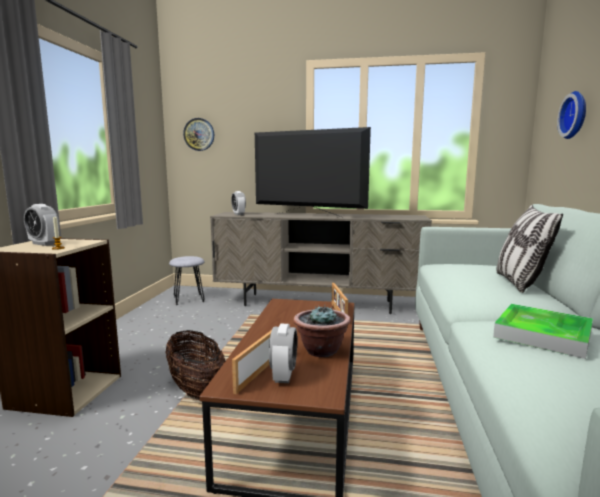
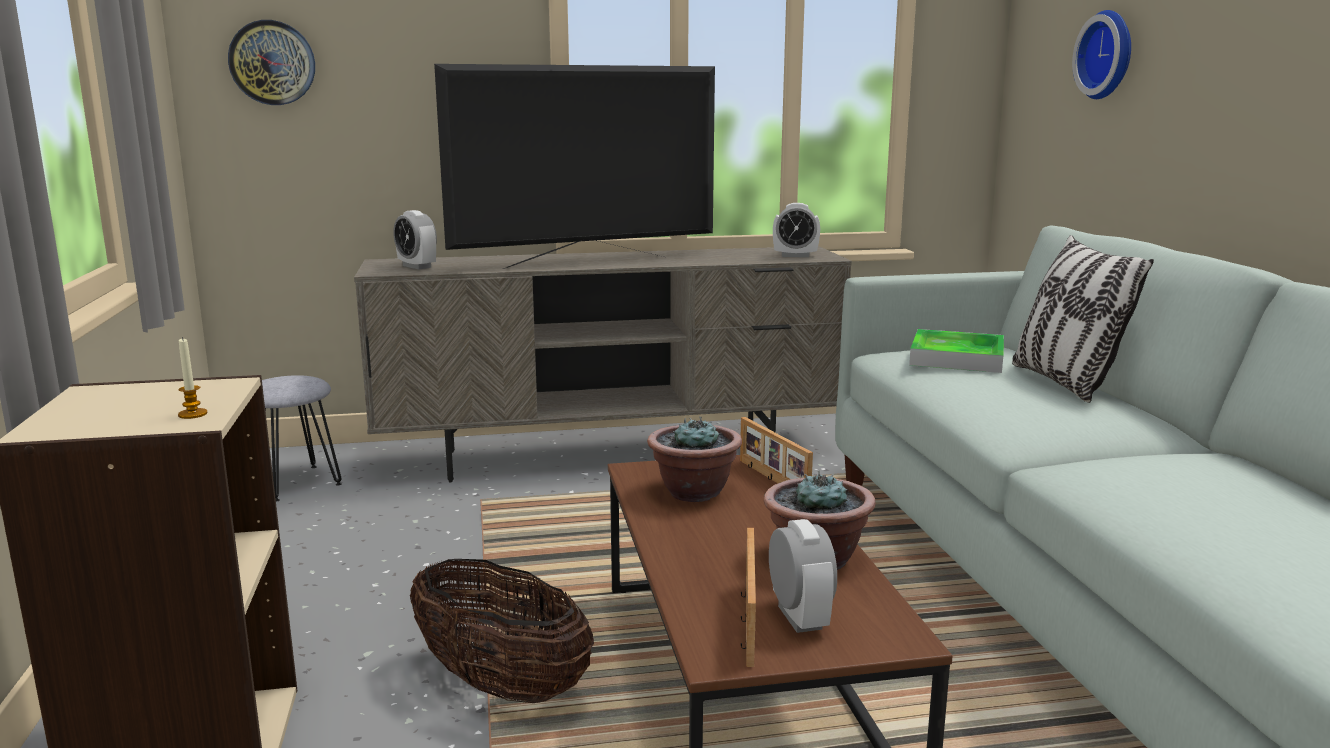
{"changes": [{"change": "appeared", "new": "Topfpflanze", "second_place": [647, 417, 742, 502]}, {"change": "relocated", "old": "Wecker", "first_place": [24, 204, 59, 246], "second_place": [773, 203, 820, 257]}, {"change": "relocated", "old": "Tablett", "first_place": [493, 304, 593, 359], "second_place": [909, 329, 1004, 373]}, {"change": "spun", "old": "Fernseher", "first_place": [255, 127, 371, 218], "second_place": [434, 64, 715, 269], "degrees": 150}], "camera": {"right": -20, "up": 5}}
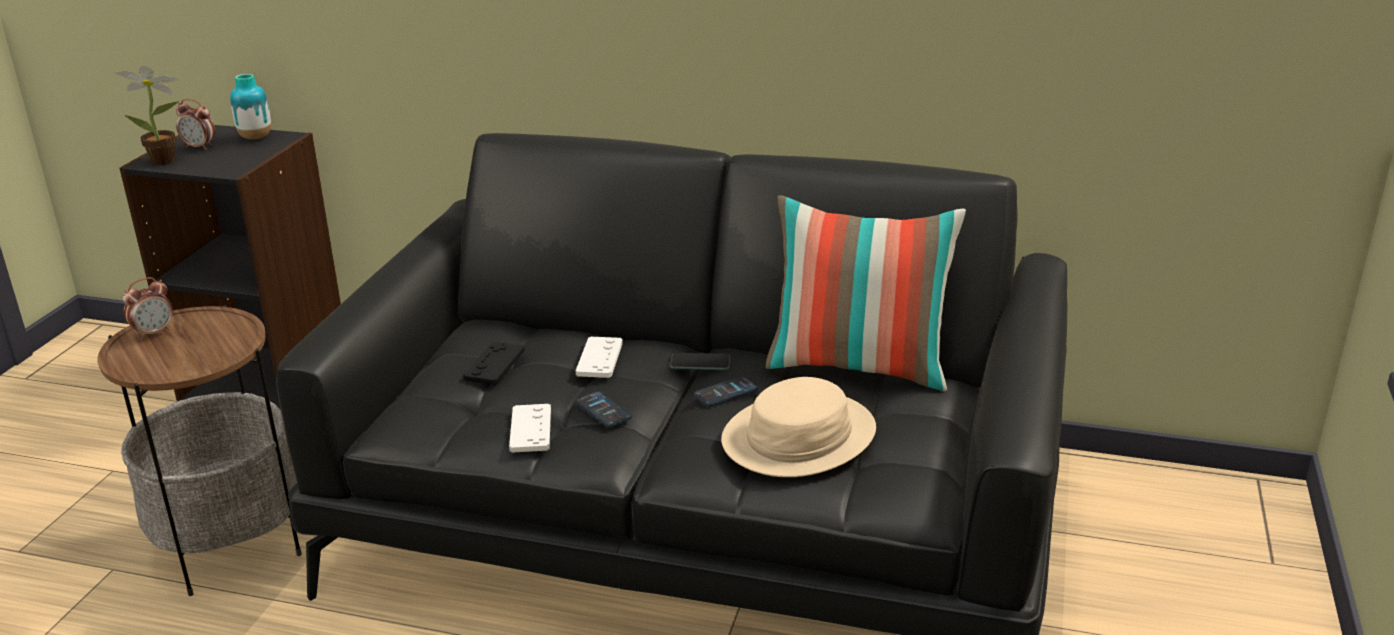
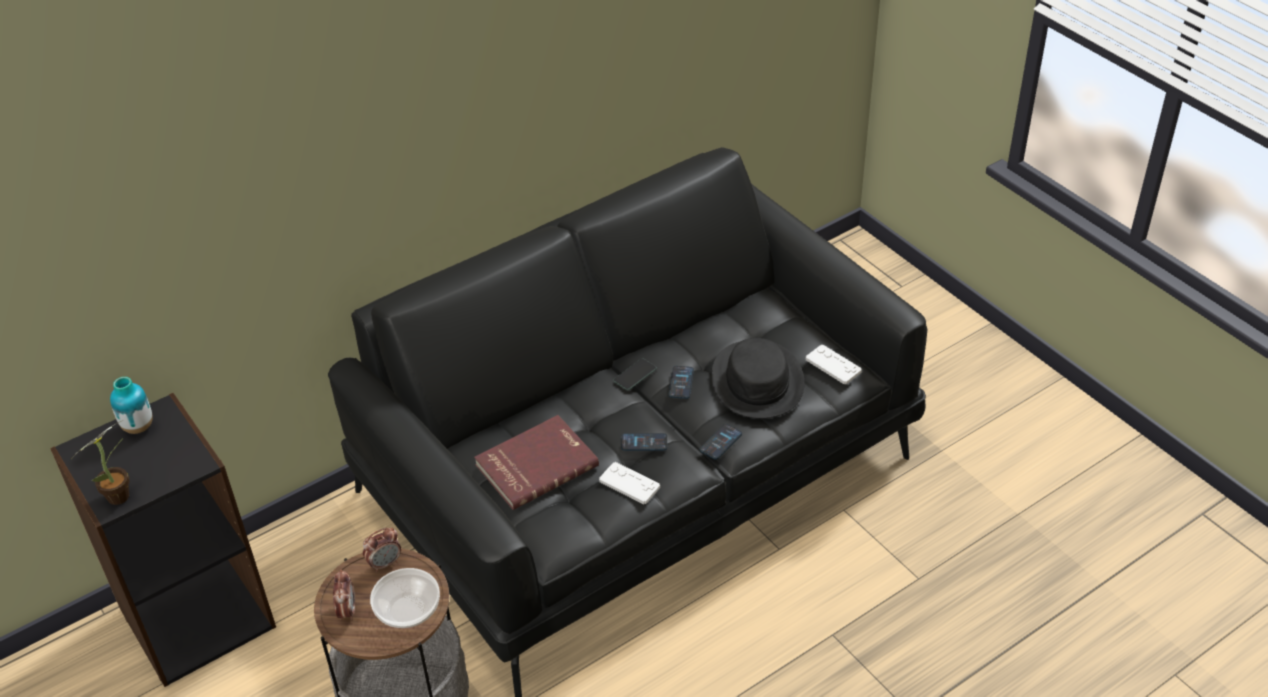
{"changes": [{"change": "missing", "old": "Kissen", "first_place": [766, 195, 966, 391]}, {"change": "appeared", "new": "Schüssel", "second_place": [370, 568, 440, 628]}, {"change": "appeared", "new": "Handy", "second_place": [700, 424, 742, 459]}, {"change": "relocated", "old": "Wecker", "first_place": [176, 99, 215, 150], "second_place": [363, 528, 401, 572]}, {"change": "relocated", "old": "Gamepad/weiß", "first_place": [576, 337, 623, 378], "second_place": [806, 345, 862, 384]}, {"change": "exchanged", "old": "Gamepad/schwarz", "new": "Buch/rot", "first_place": [463, 341, 525, 385], "second_place": [474, 415, 599, 510]}, {"change": "colour", "old": "Hut/beige", "new": "Hut/schwarz", "first_place": [721, 377, 876, 477], "second_place": [711, 338, 805, 419]}], "camera": {"right": -50, "up": 15}}
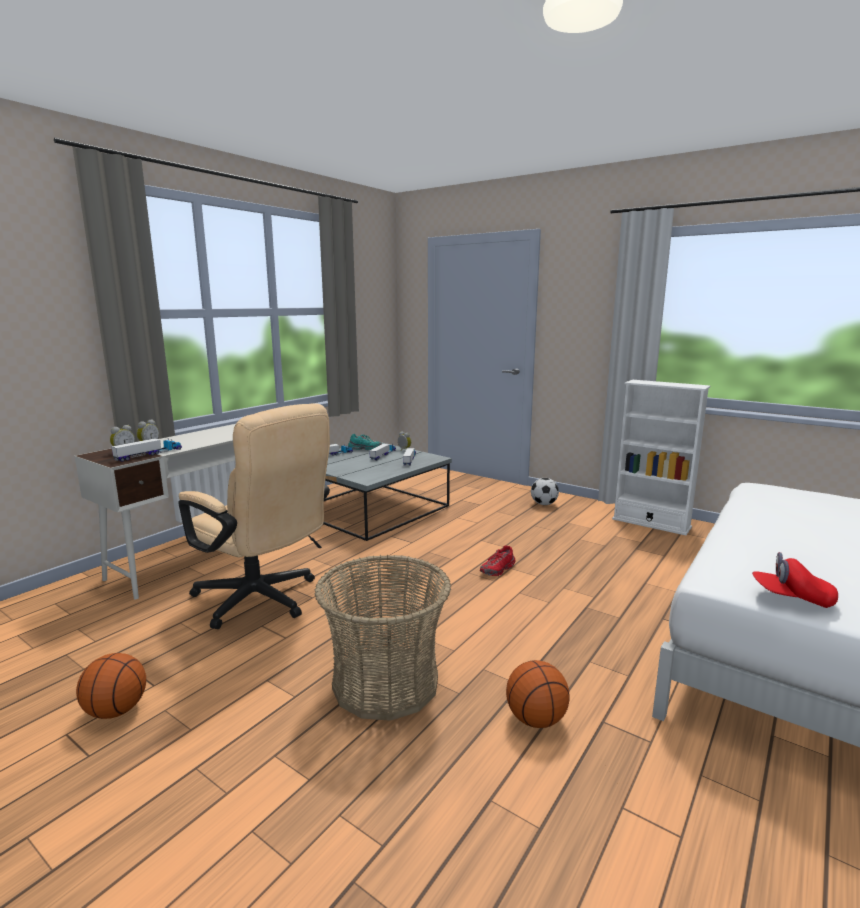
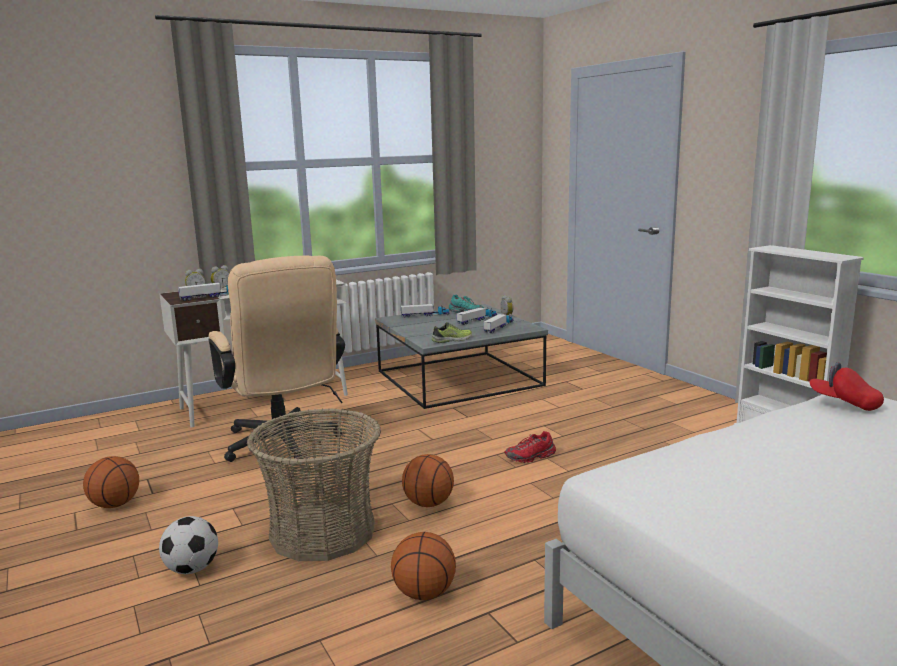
{"changes": [{"change": "appeared", "new": "Basketball", "second_place": [402, 454, 454, 507]}, {"change": "appeared", "new": "Schuh", "second_place": [432, 322, 472, 343]}, {"change": "relocated", "old": "Fußball", "first_place": [531, 478, 559, 505], "second_place": [159, 516, 218, 574]}, {"change": "relocated", "old": "Kappe/rot", "first_place": [752, 552, 838, 608], "second_place": [809, 362, 884, 411]}], "camera": {"right": 25, "up": 0}}
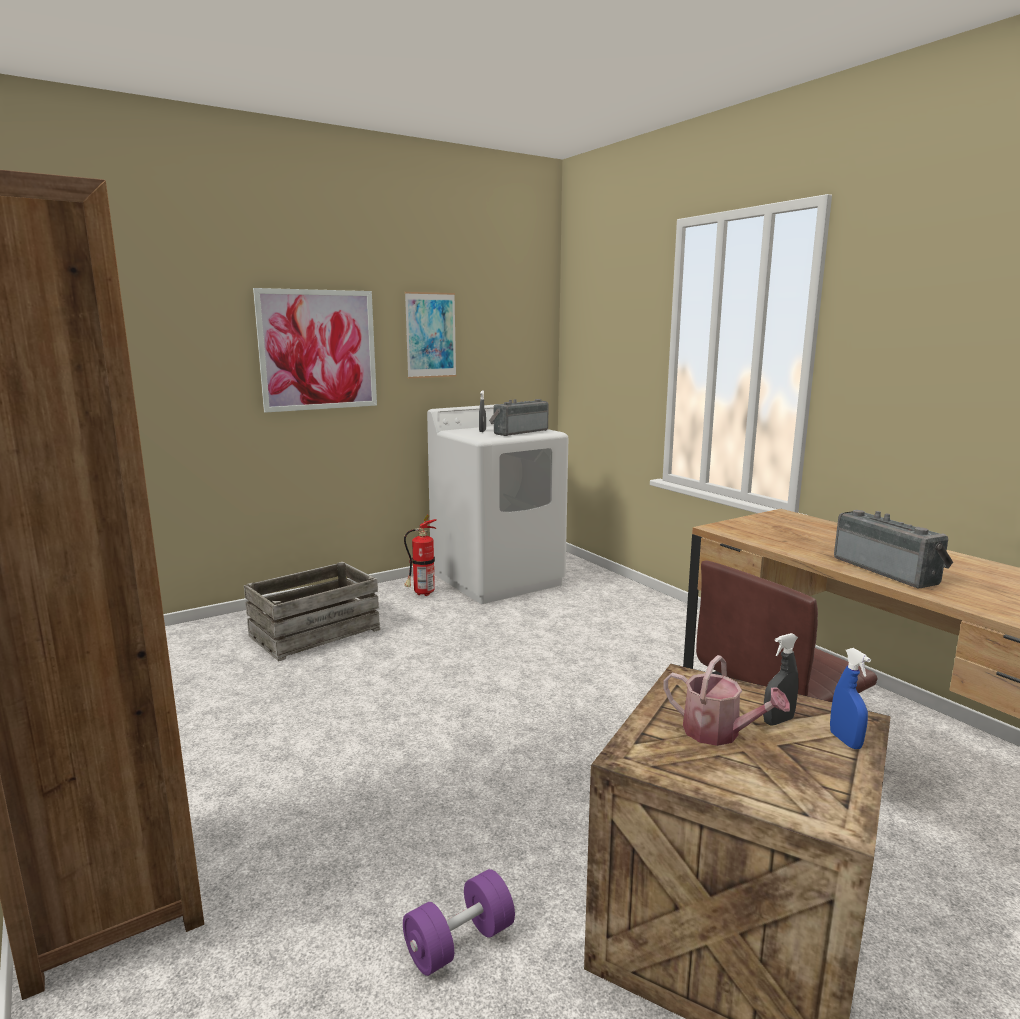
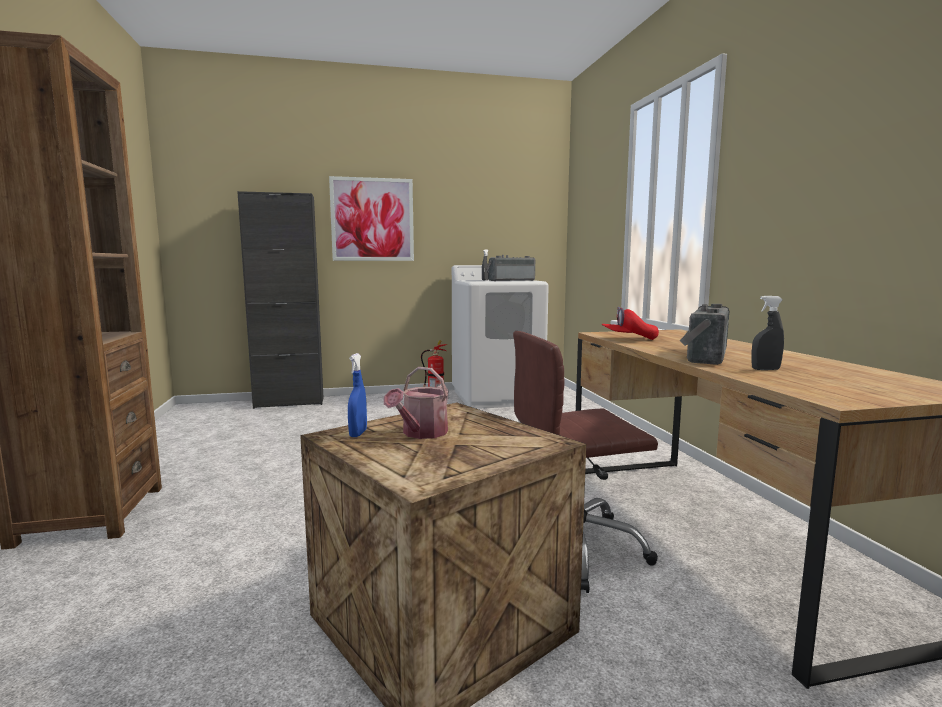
{"changes": [{"change": "missing", "old": "Kiste", "first_place": [244, 562, 381, 661]}, {"change": "missing", "old": "Hantel/lila", "first_place": [403, 869, 515, 976]}, {"change": "missing", "old": "Bild", "first_place": [405, 292, 457, 378]}, {"change": "appeared", "new": "Schrank/schwarz", "second_place": [237, 191, 324, 409]}, {"change": "appeared", "new": "Kappe/rot", "second_place": [602, 307, 659, 340]}, {"change": "relocated", "old": "Sprühflasche/grau", "first_place": [763, 633, 799, 725], "second_place": [752, 296, 784, 370]}, {"change": "relocated", "old": "Sprühflasche/blau", "first_place": [830, 648, 871, 749], "second_place": [348, 353, 367, 437]}, {"change": "spun", "old": "Gießkanne", "first_place": [663, 655, 790, 746], "second_place": [384, 367, 448, 439], "degrees": 60}, {"change": "spun", "old": "Radio", "first_place": [834, 510, 953, 588], "second_place": [680, 304, 729, 365], "degrees": -150}], "camera": {"right": 20, "up": -5}}
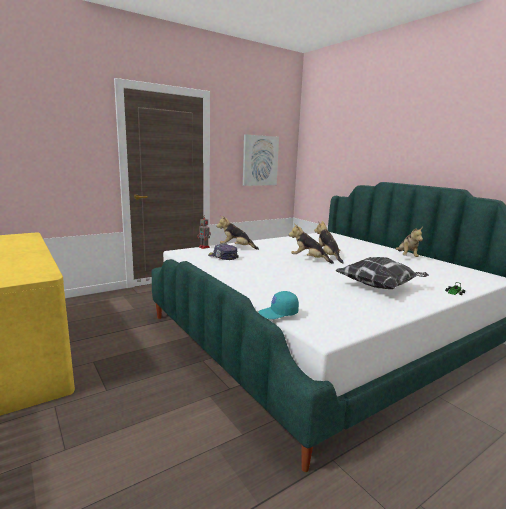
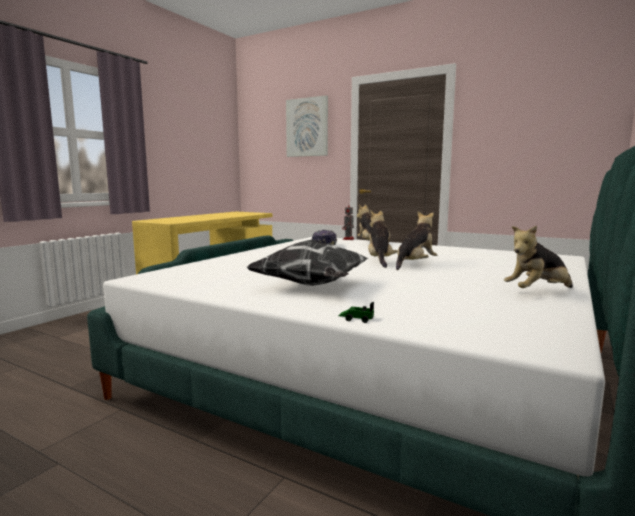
{"changes": [{"change": "missing", "old": "Kappe/türkis", "first_place": [258, 291, 299, 319]}, {"change": "relocated", "old": "Bild", "first_place": [243, 134, 279, 186], "second_place": [286, 95, 328, 157]}], "camera": {"right": 65, "up": -5}}
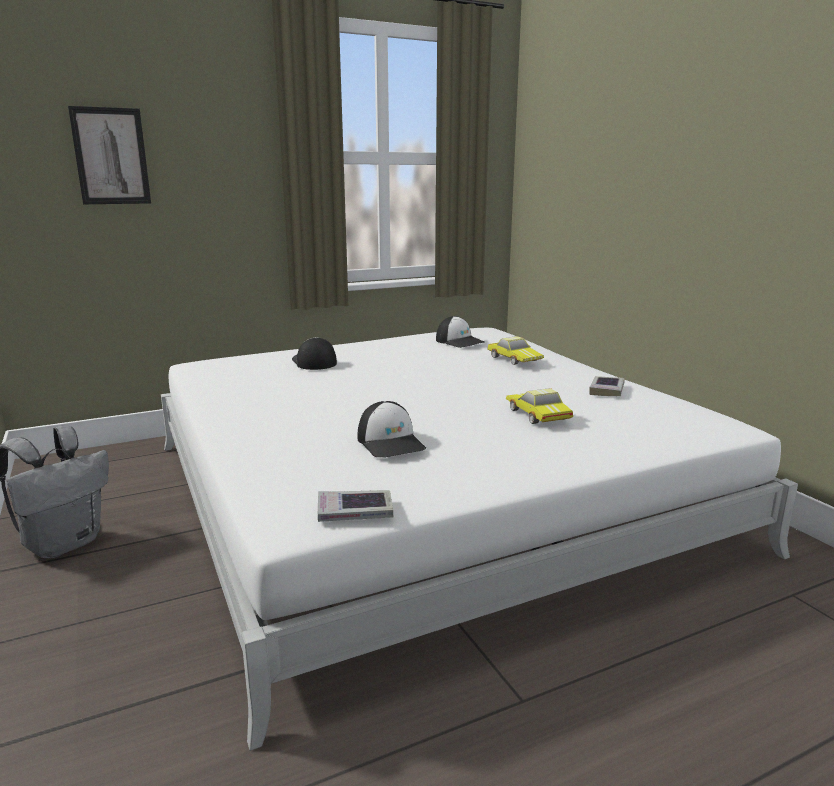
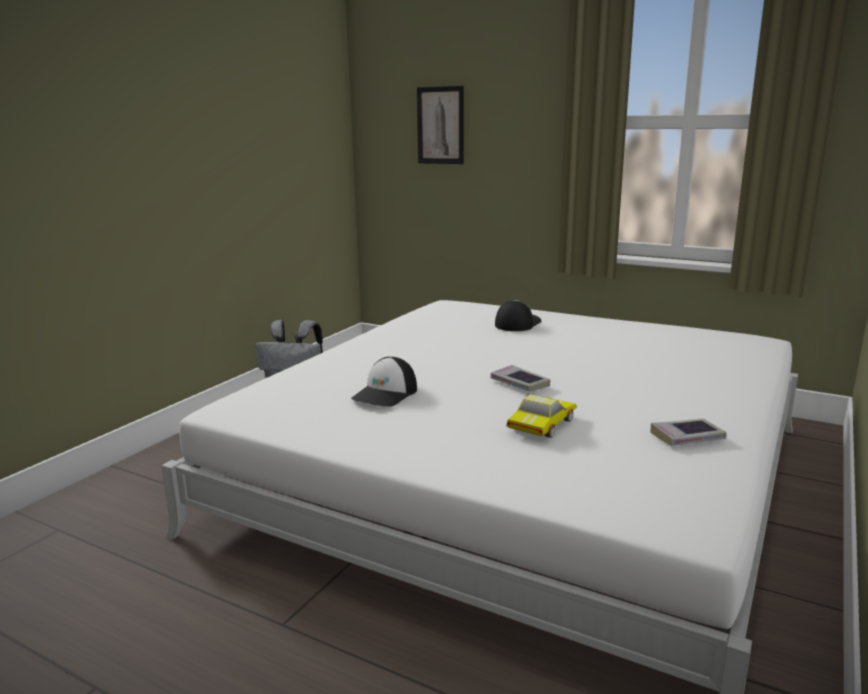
{"changes": [{"change": "missing", "old": "Kappe", "first_place": [436, 316, 484, 348]}, {"change": "missing", "old": "Spielzeugauto", "first_place": [487, 336, 544, 365]}, {"change": "relocated", "old": "Buch", "first_place": [318, 490, 393, 522], "second_place": [491, 365, 550, 392]}], "camera": {"right": 55, "up": 0}}
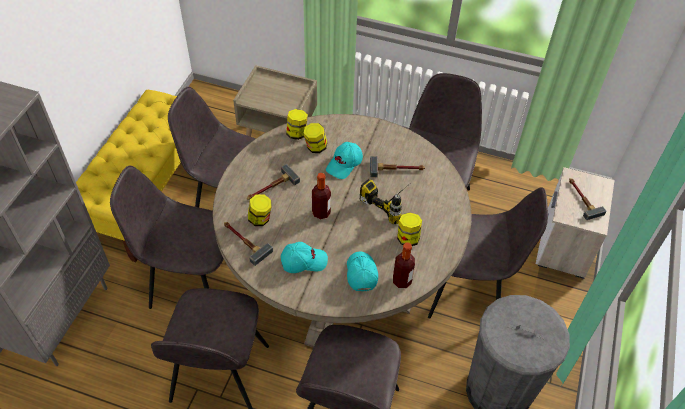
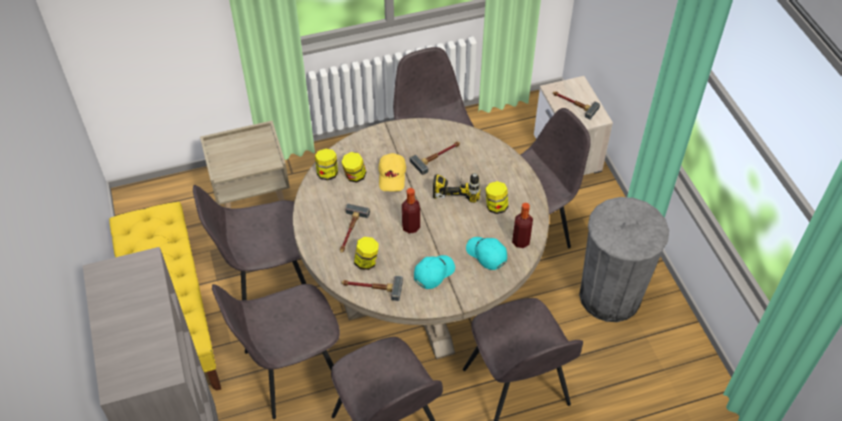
{"changes": [{"change": "colour", "old": "Kappe/türkis", "new": "Kappe/gelb", "first_place": [326, 142, 363, 179], "second_place": [378, 153, 406, 191]}], "camera": {"right": -35, "up": 0}}
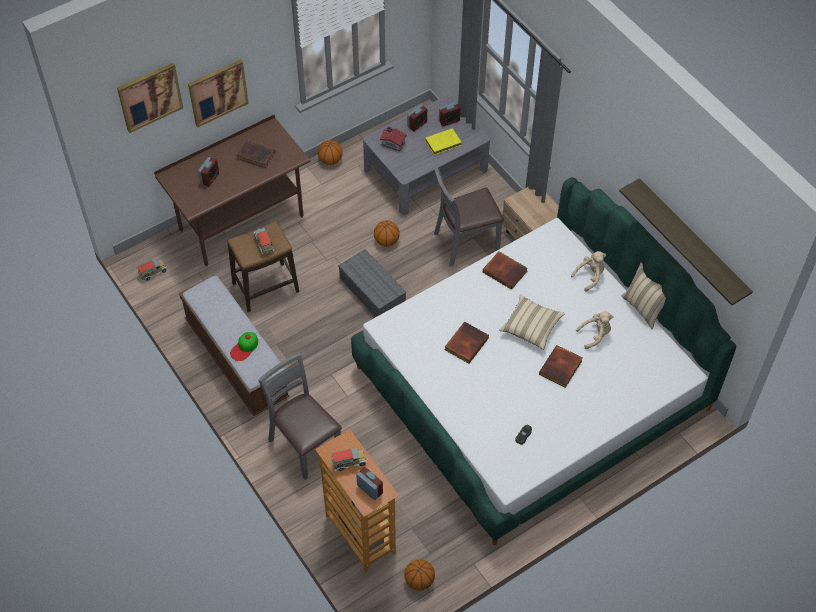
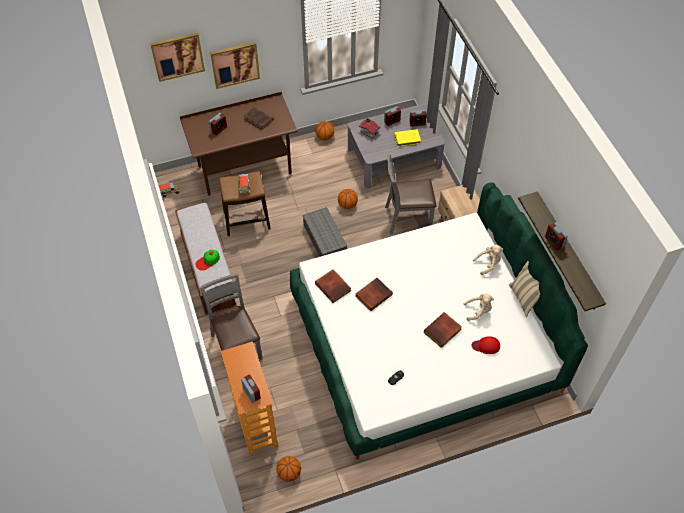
{"changes": [{"change": "missing", "old": "Spielzeuglaster", "first_place": [331, 448, 367, 471]}, {"change": "missing", "old": "Kissen/beige", "first_place": [499, 294, 565, 350]}, {"change": "appeared", "new": "Kappe/rot", "second_place": [472, 336, 500, 354]}, {"change": "appeared", "new": "Wecker", "second_place": [545, 222, 568, 250]}, {"change": "relocated", "old": "Buch", "first_place": [483, 251, 528, 290], "second_place": [315, 269, 351, 303]}], "camera": {"right": 15, "up": 0}}
